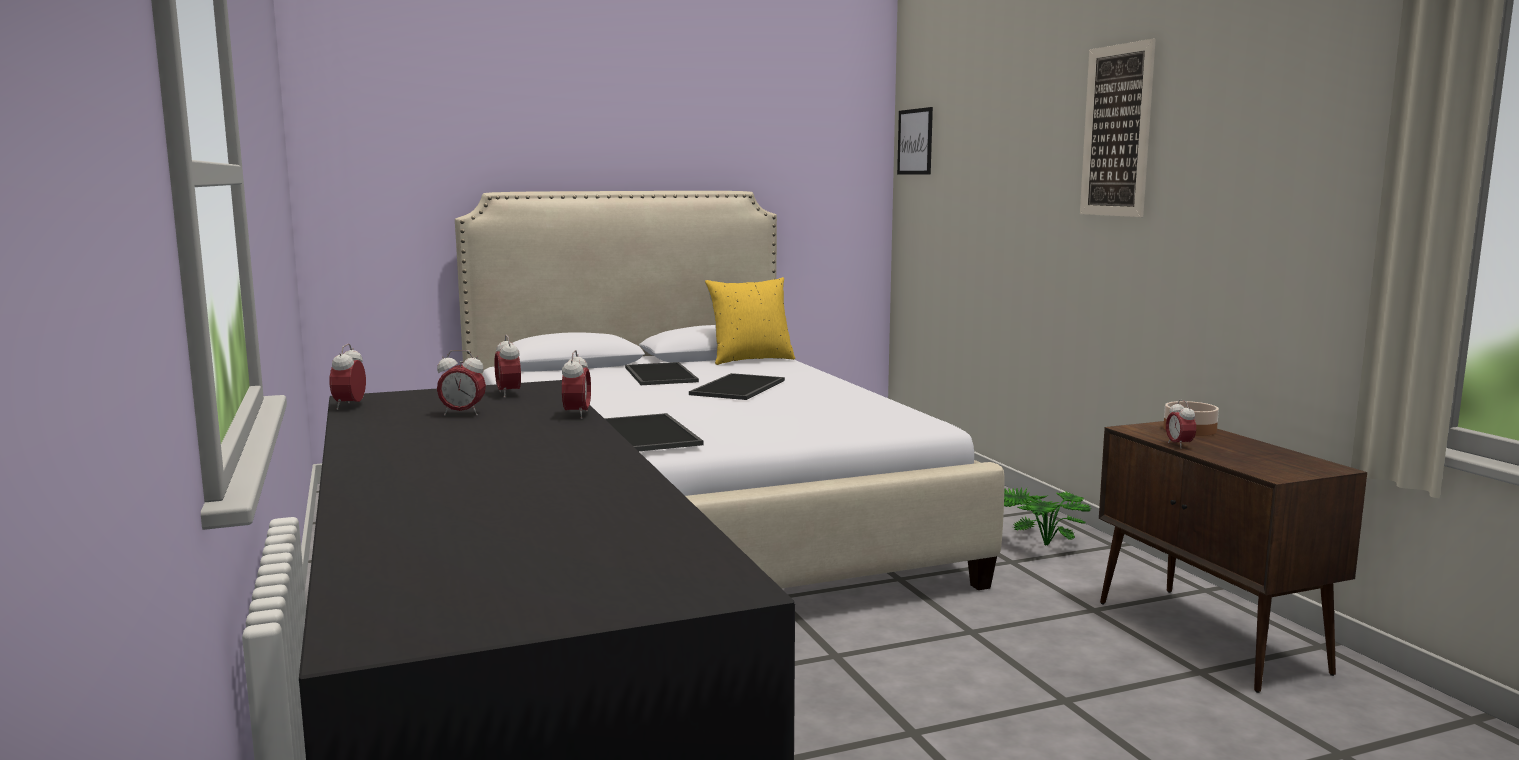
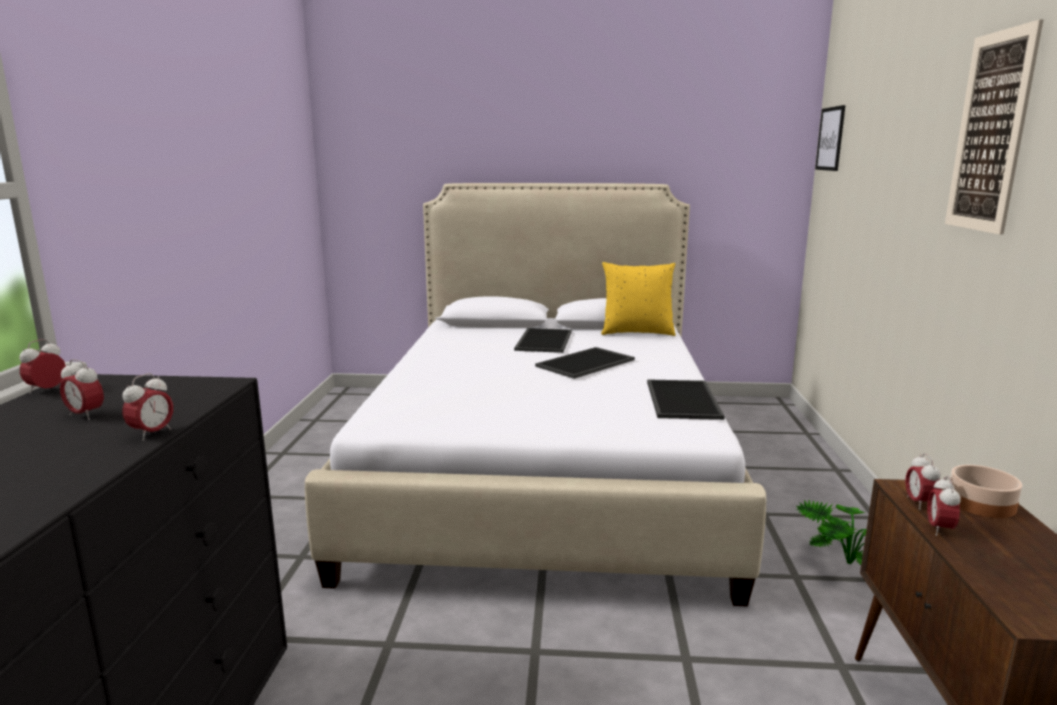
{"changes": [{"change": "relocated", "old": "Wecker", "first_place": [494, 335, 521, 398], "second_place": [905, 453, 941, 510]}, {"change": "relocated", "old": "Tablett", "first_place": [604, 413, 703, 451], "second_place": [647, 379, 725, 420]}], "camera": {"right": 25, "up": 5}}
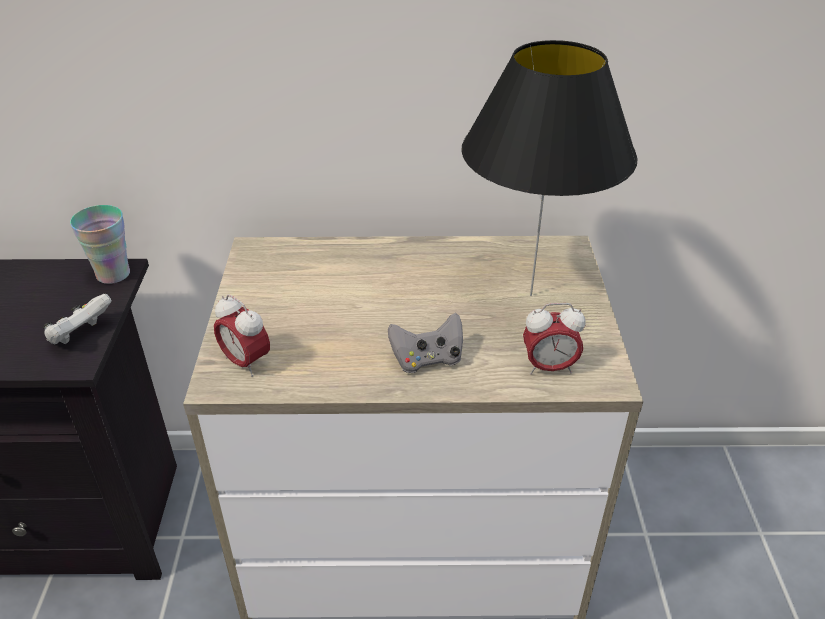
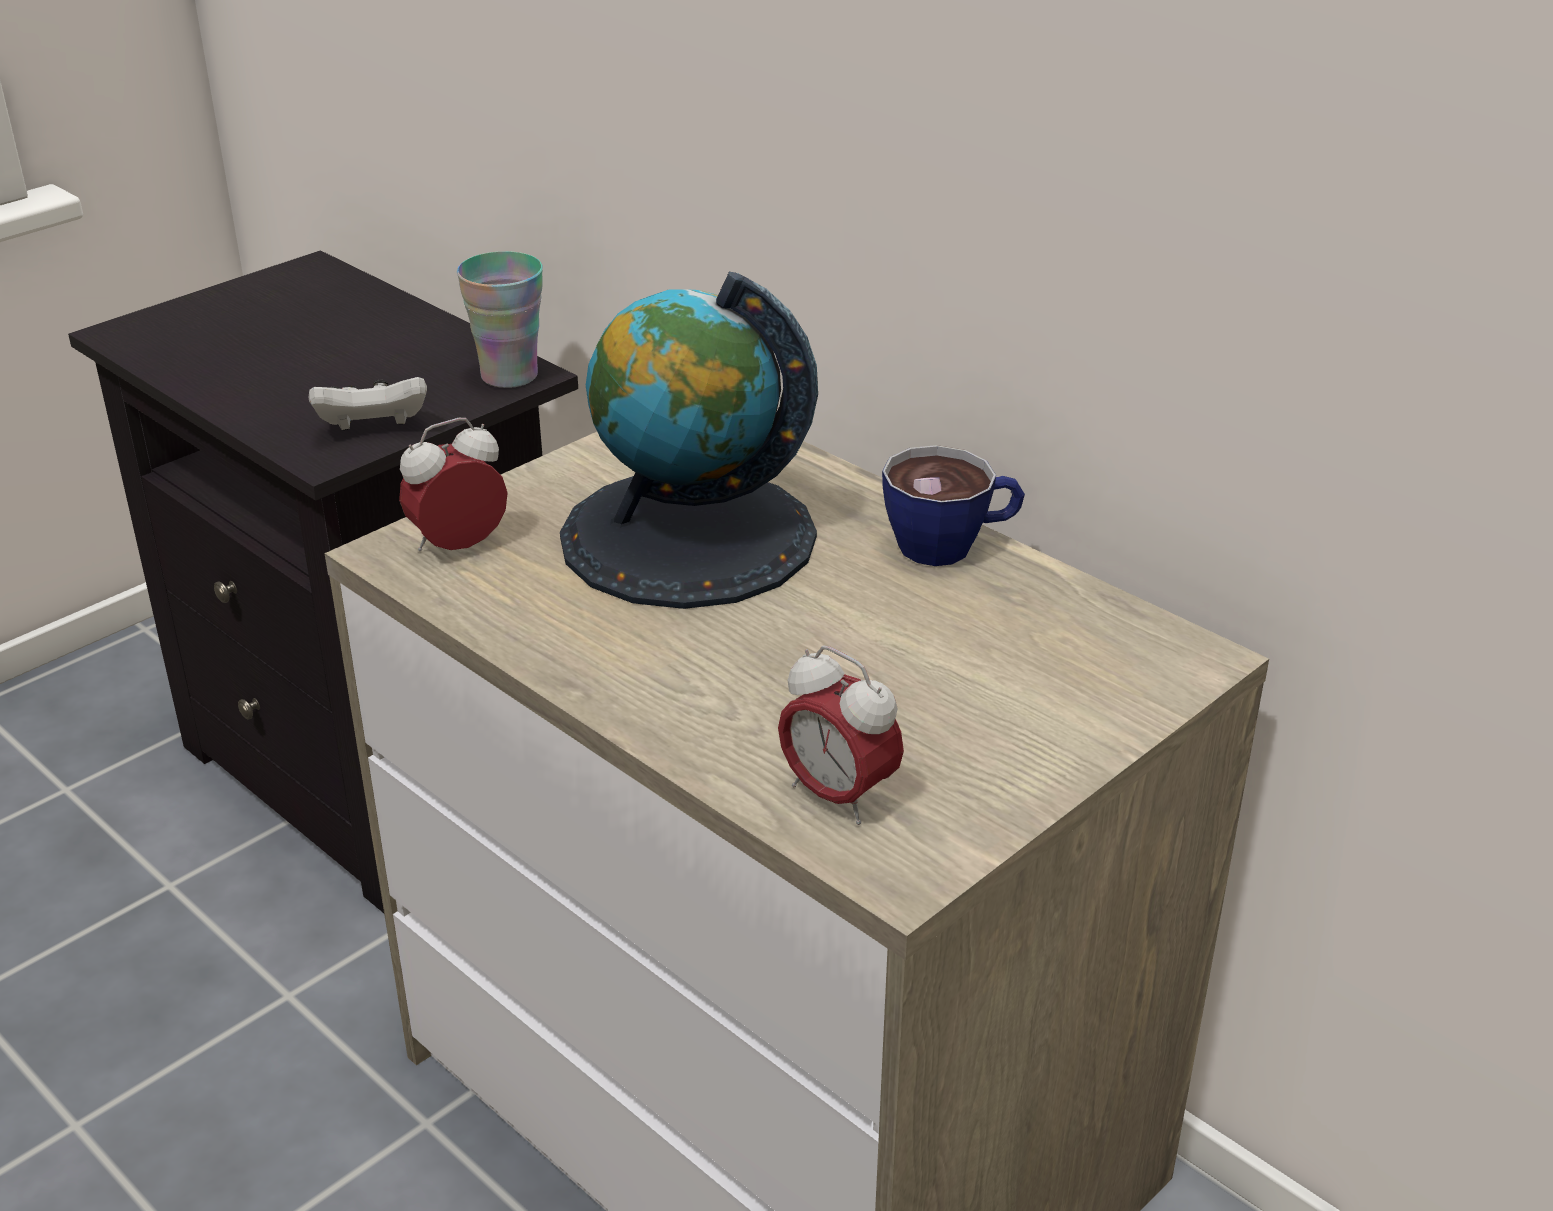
{"changes": [{"change": "missing", "old": "Gamepad/grau", "first_place": [388, 313, 463, 373]}, {"change": "missing", "old": "Tischlampe/schwarz", "first_place": [461, 40, 637, 296]}, {"change": "appeared", "new": "Globus", "second_place": [560, 272, 818, 609]}, {"change": "appeared", "new": "Tasse", "second_place": [882, 445, 1025, 566]}, {"change": "spun", "old": "Wecker", "first_place": [214, 294, 270, 377], "second_place": [399, 418, 508, 551], "degrees": 60}], "camera": {"right": 45, "up": -5}}
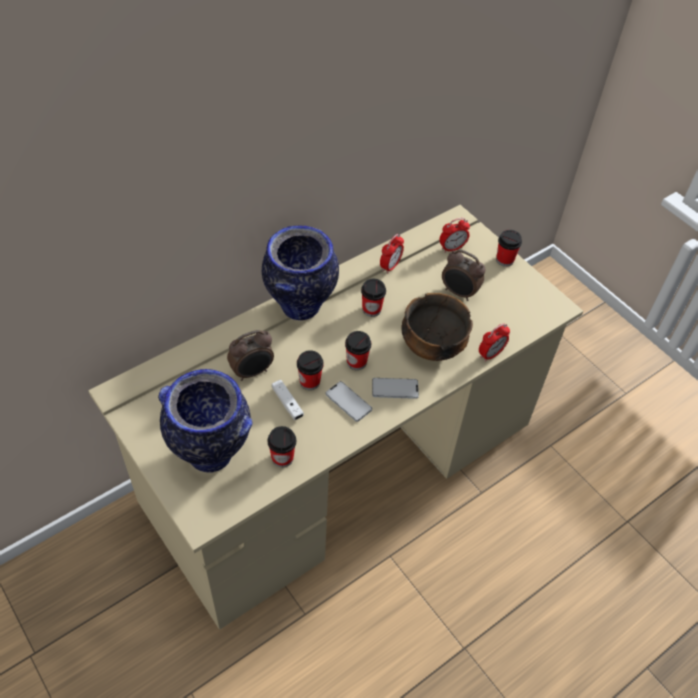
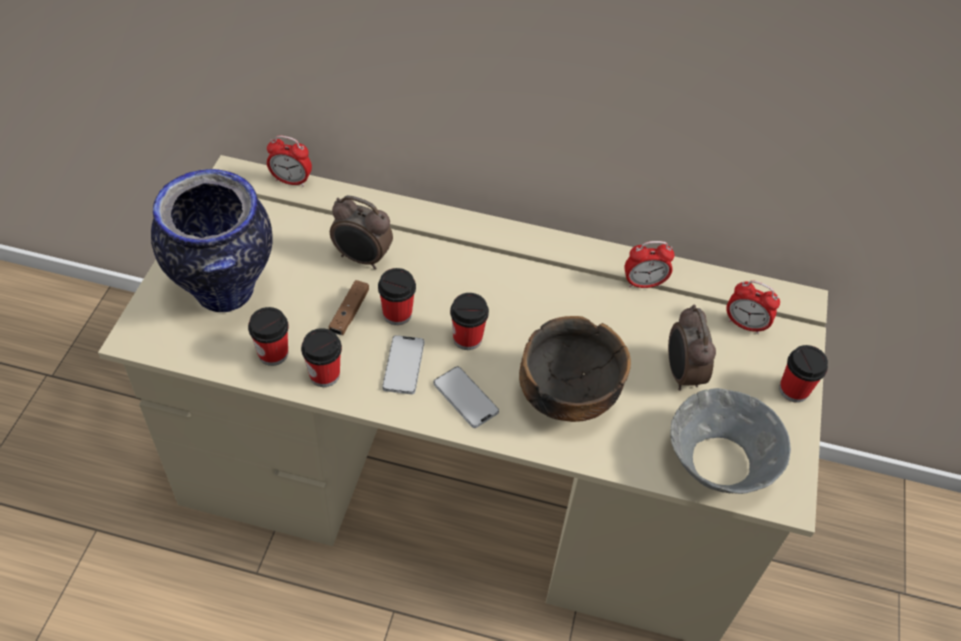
{"changes": [{"change": "missing", "old": "Vase", "first_place": [262, 226, 339, 320]}, {"change": "appeared", "new": "Schüssel/grau", "second_place": [670, 388, 791, 494]}, {"change": "relocated", "old": "Tasse", "first_place": [361, 279, 386, 317], "second_place": [301, 328, 342, 387]}, {"change": "relocated", "old": "Wecker", "first_place": [479, 323, 510, 362], "second_place": [267, 135, 312, 187]}, {"change": "colour", "old": "Gamepad/weiß", "new": "Gamepad/braun", "first_place": [272, 380, 304, 420], "second_place": [329, 280, 369, 335]}], "camera": {"right": 50, "up": 0}}
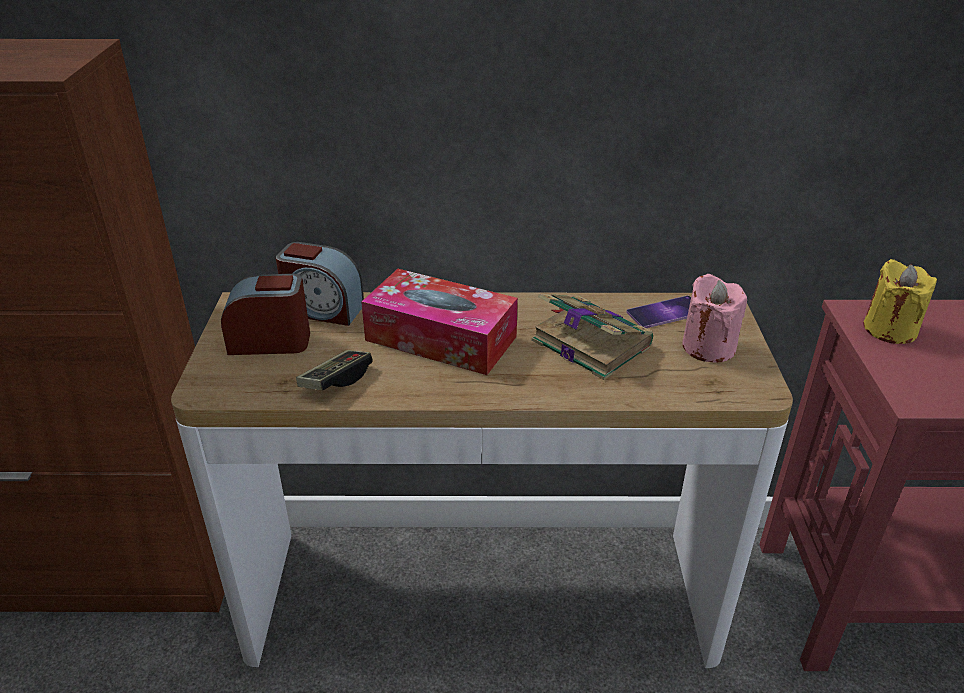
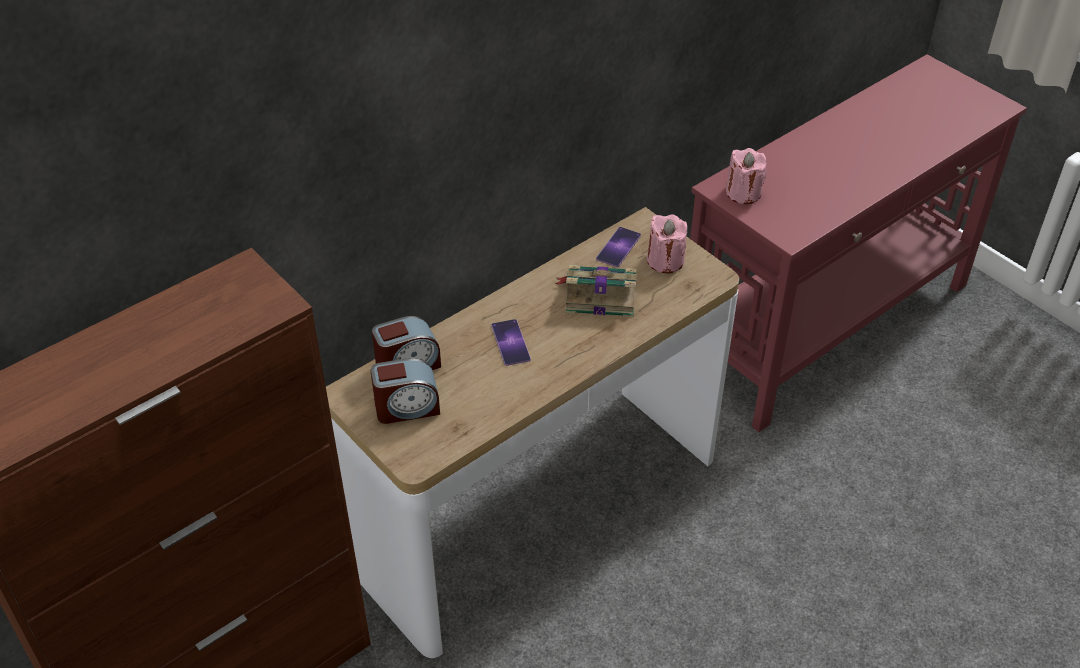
{"changes": [{"change": "missing", "old": "Gamepad", "first_place": [296, 350, 373, 390]}, {"change": "exchanged", "old": "Taschentuchbox", "new": "Handy", "first_place": [361, 269, 518, 375], "second_place": [491, 319, 531, 366]}, {"change": "colour", "old": "Kerze/gelb", "new": "Kerze/rosa", "first_place": [863, 259, 937, 344], "second_place": [726, 148, 766, 204]}, {"change": "spun", "old": "Wecker", "first_place": [221, 274, 310, 355], "second_place": [371, 358, 440, 424], "degrees": -150}], "camera": {"right": -40, "up": 10}}
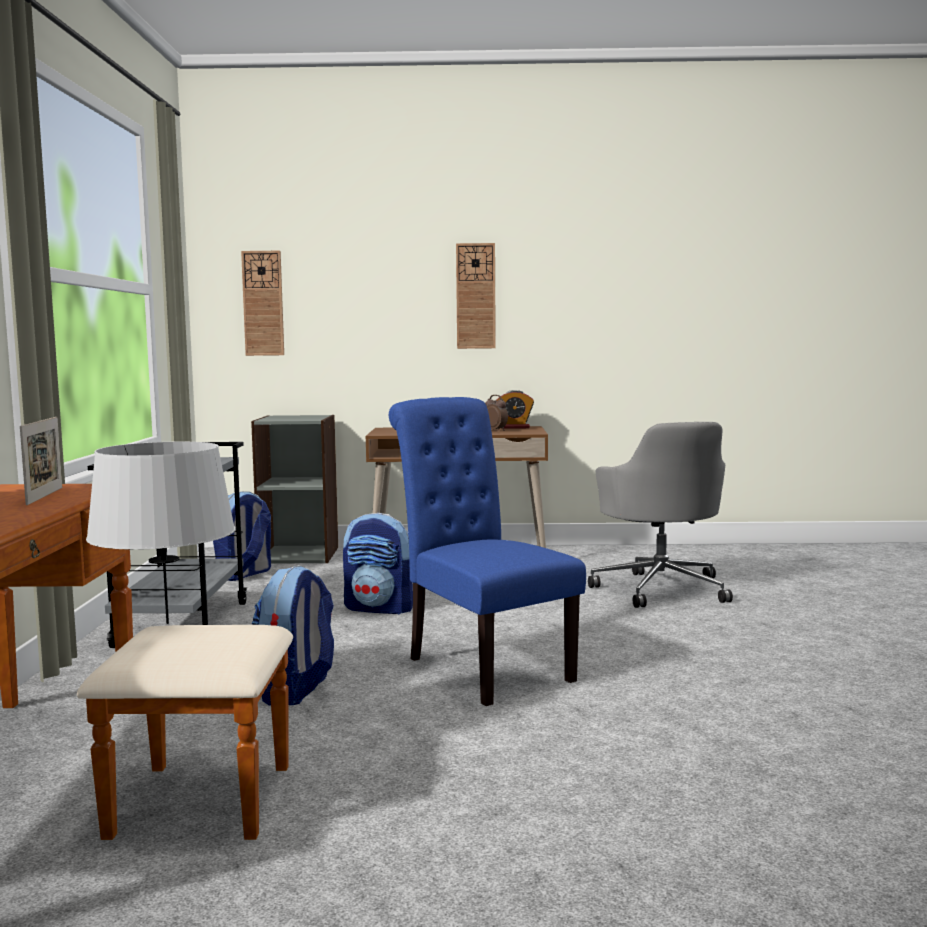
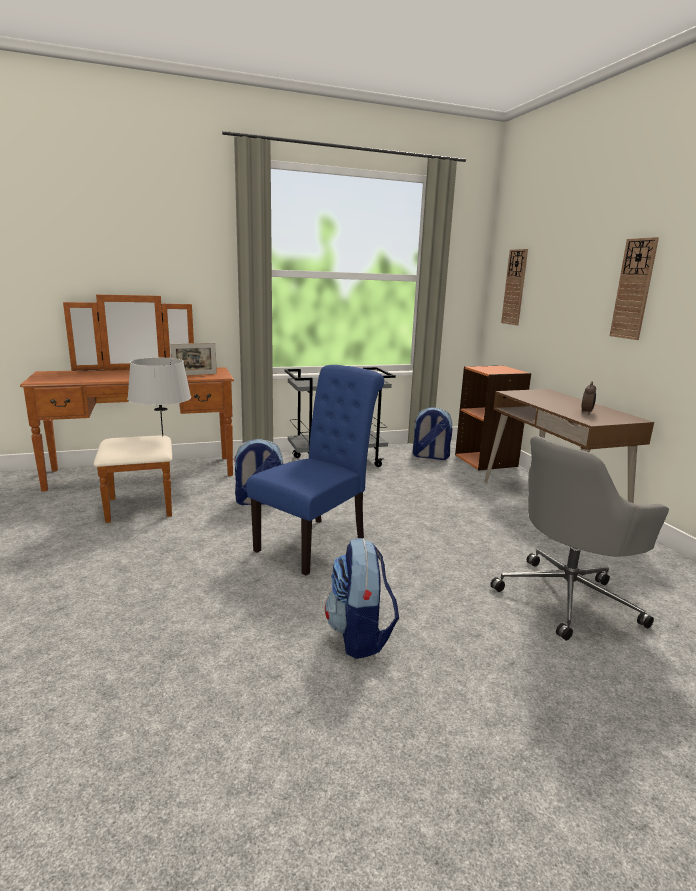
{"changes": [{"change": "missing", "old": "Wecker", "first_place": [496, 390, 534, 429]}, {"change": "relocated", "old": "Rucksack", "first_place": [343, 513, 413, 615], "second_place": [325, 538, 399, 659]}, {"change": "colour", "old": "Bücherregal/grau", "new": "Bücherregal/orange", "first_place": [251, 415, 338, 564], "second_place": [455, 365, 531, 470]}], "camera": {"right": 70, "up": 10}}
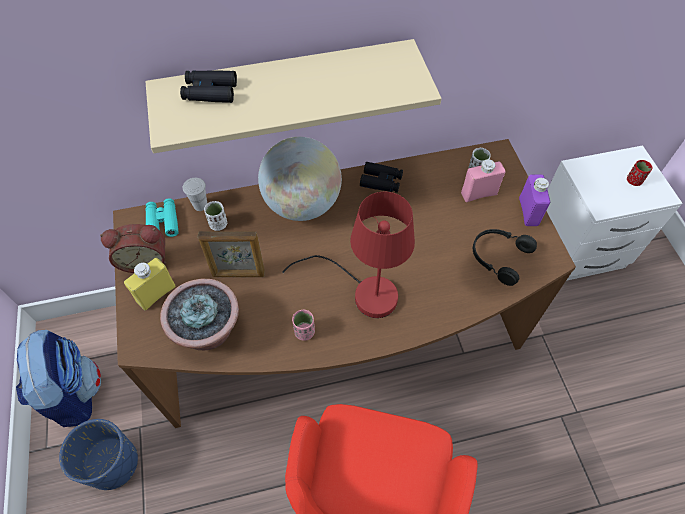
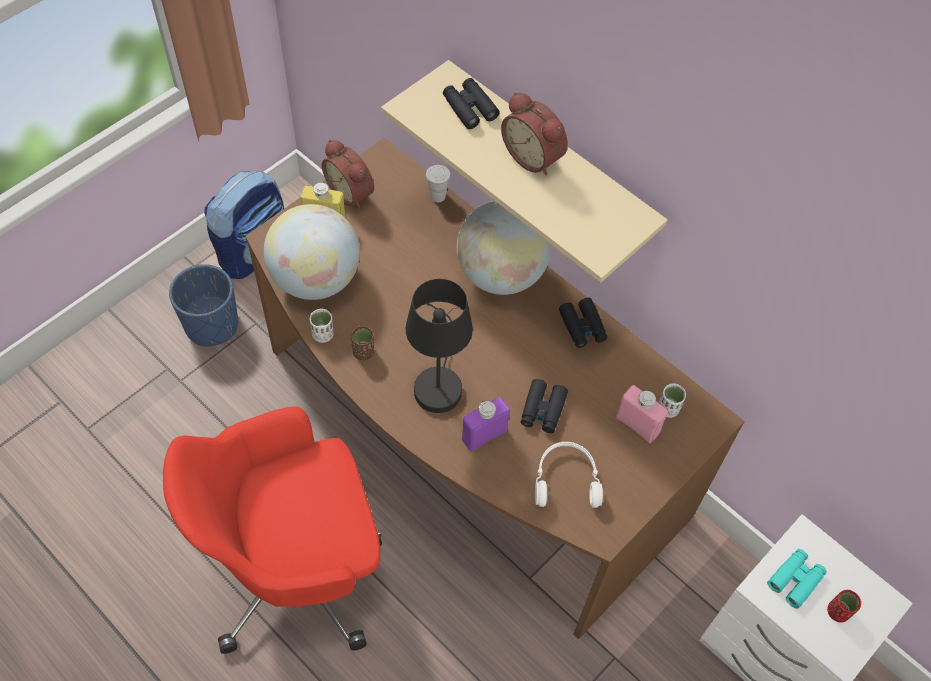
{"changes": [{"change": "missing", "old": "Bilderrahmen", "first_place": [198, 231, 265, 277]}, {"change": "appeared", "new": "Wecker", "second_place": [501, 92, 568, 176]}, {"change": "appeared", "new": "Fernglas/schwarz", "second_place": [521, 379, 568, 433]}, {"change": "relocated", "old": "Fernglas/türkis", "first_place": [145, 198, 179, 237], "second_place": [767, 549, 827, 609]}, {"change": "relocated", "old": "Tasse/weiß", "first_place": [204, 201, 227, 231], "second_place": [310, 309, 334, 343]}, {"change": "relocated", "old": "Flasche/lila", "first_place": [519, 175, 550, 226], "second_place": [462, 397, 510, 452]}, {"change": "exchanged", "old": "Topfpflanze", "new": "Globus", "first_place": [160, 278, 239, 350], "second_place": [264, 204, 360, 300]}, {"change": "colour", "old": "Tischlampe/rot", "new": "Tischlampe/schwarz", "first_place": [282, 192, 415, 318], "second_place": [406, 279, 473, 413]}, {"change": "colour", "old": "Tasse/rosa", "new": "Tasse/braun", "first_place": [292, 310, 315, 341], "second_place": [351, 326, 374, 360]}, {"change": "colour", "old": "Kopfhörer/schwarz", "new": "Kopfhörer/weiß", "first_place": [473, 229, 537, 286], "second_place": [535, 442, 603, 508]}], "camera": {"right": 55, "up": 0}}
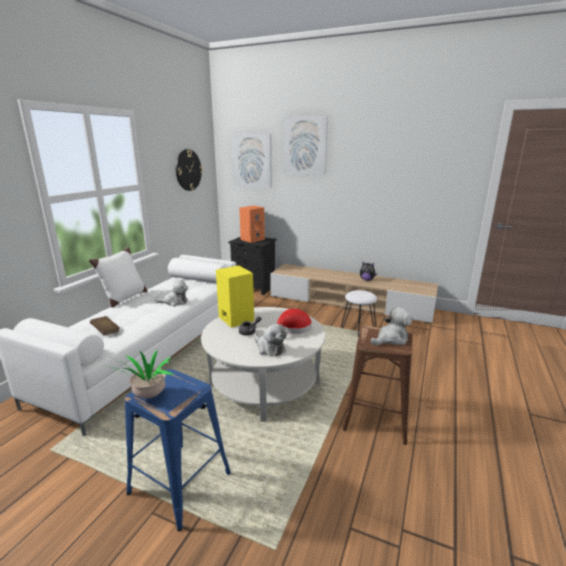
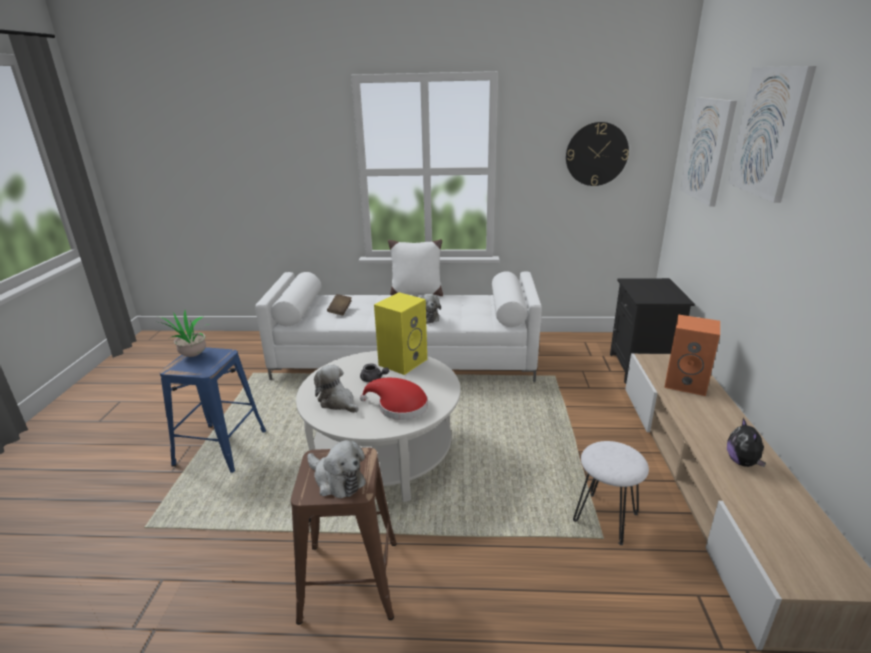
{"changes": [{"change": "relocated", "old": "Lautsprecher/orange", "first_place": [239, 206, 265, 243], "second_place": [664, 314, 720, 396]}, {"change": "spun", "old": "Plüschtier", "first_place": [254, 324, 287, 357], "second_place": [314, 364, 358, 413], "degrees": 105}], "camera": {"right": 70, "up": 5}}
